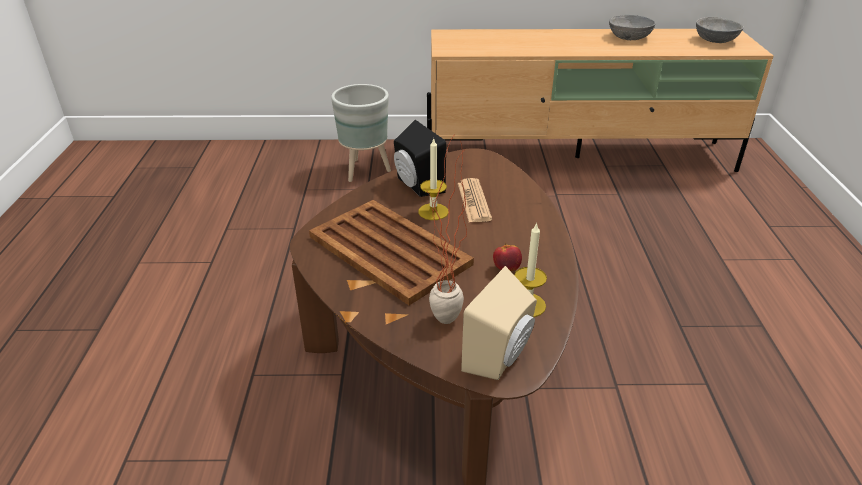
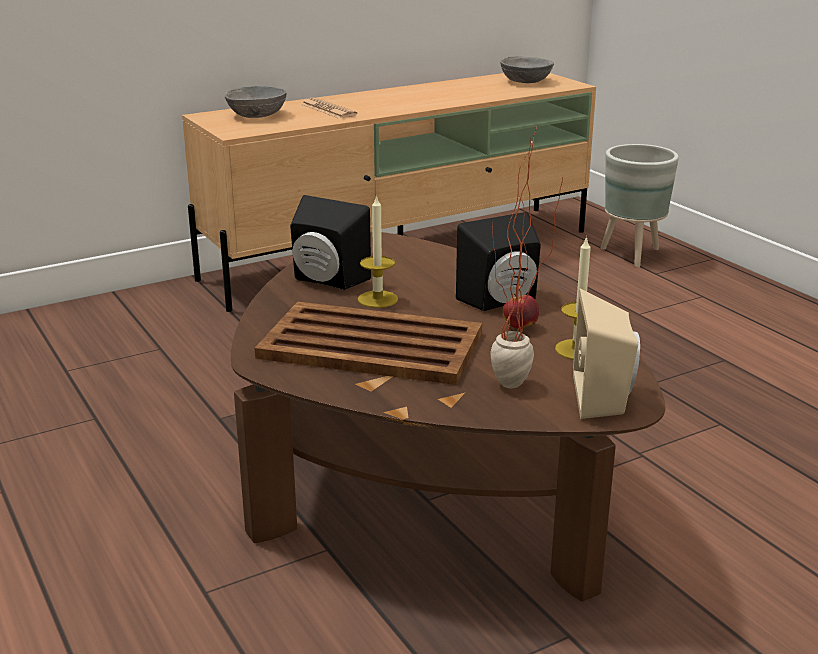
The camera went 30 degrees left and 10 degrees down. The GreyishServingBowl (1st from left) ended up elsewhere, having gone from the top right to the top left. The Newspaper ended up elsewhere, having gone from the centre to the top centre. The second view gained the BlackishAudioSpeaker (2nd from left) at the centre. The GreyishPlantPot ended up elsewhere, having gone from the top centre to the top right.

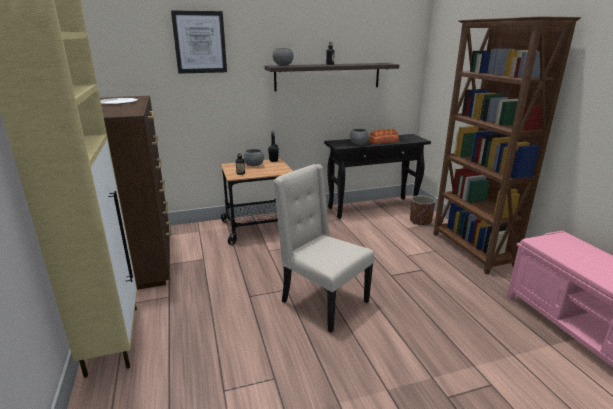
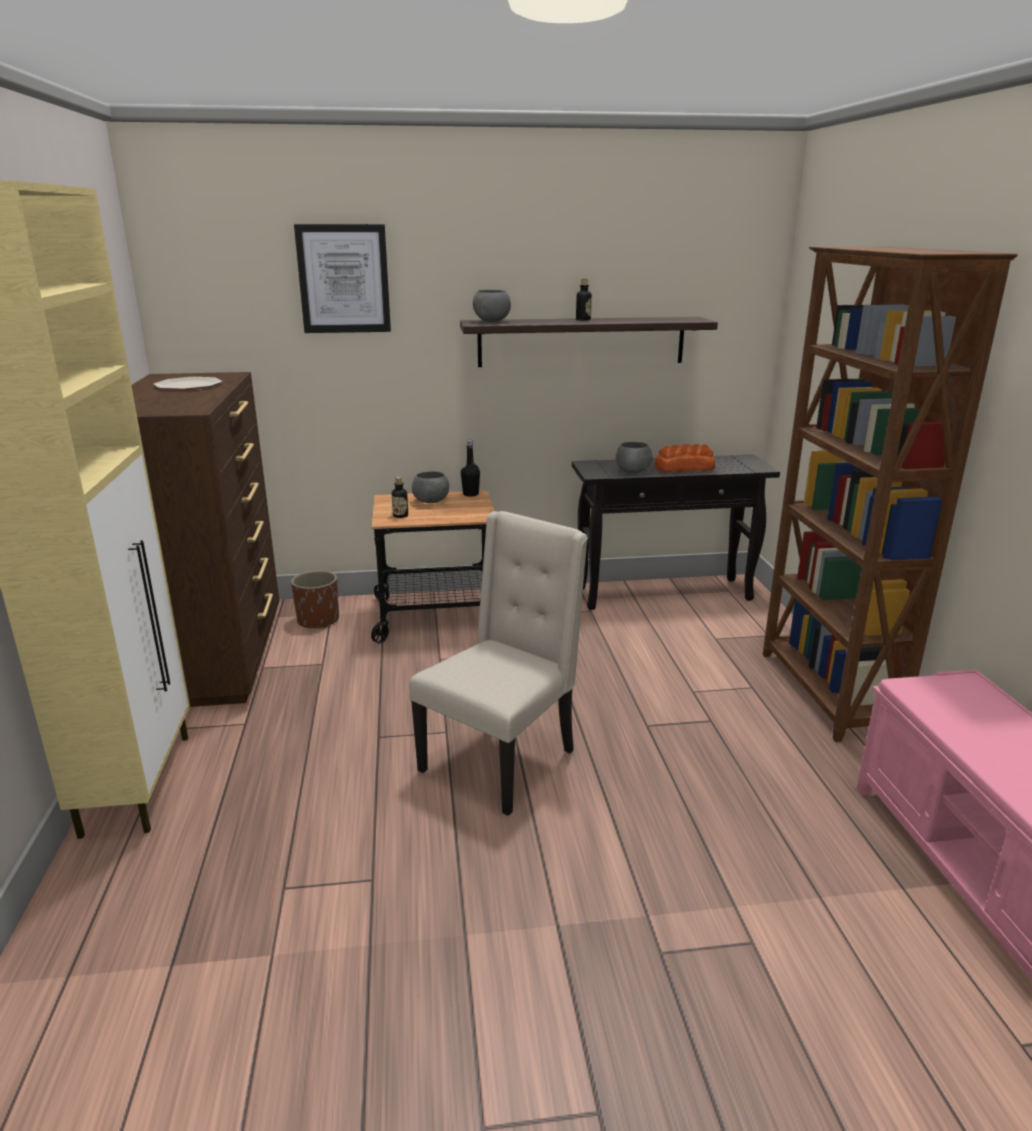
The camera went 10 degrees right and 0 degrees up. The BrownishPlantPot ended up elsewhere, having gone from the middle right to the middle left. The BeigeUprightChair at the centre ended up facing another way, 75 degrees clockwise from before.

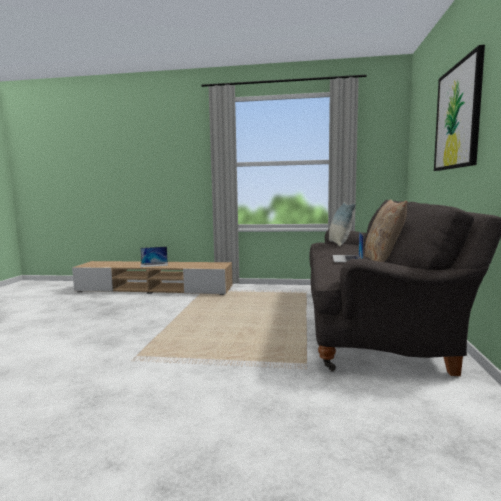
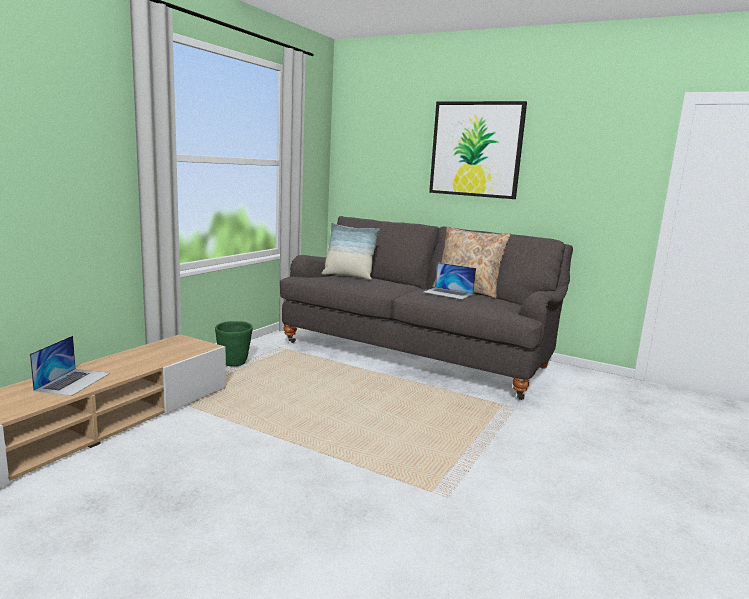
The camera went 70 degrees left and 5 degrees up. The second view gained the GreenColouredPlantPot at the middle left.

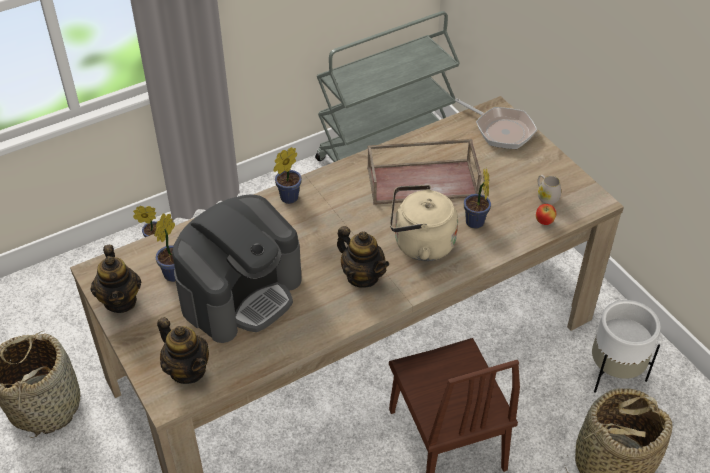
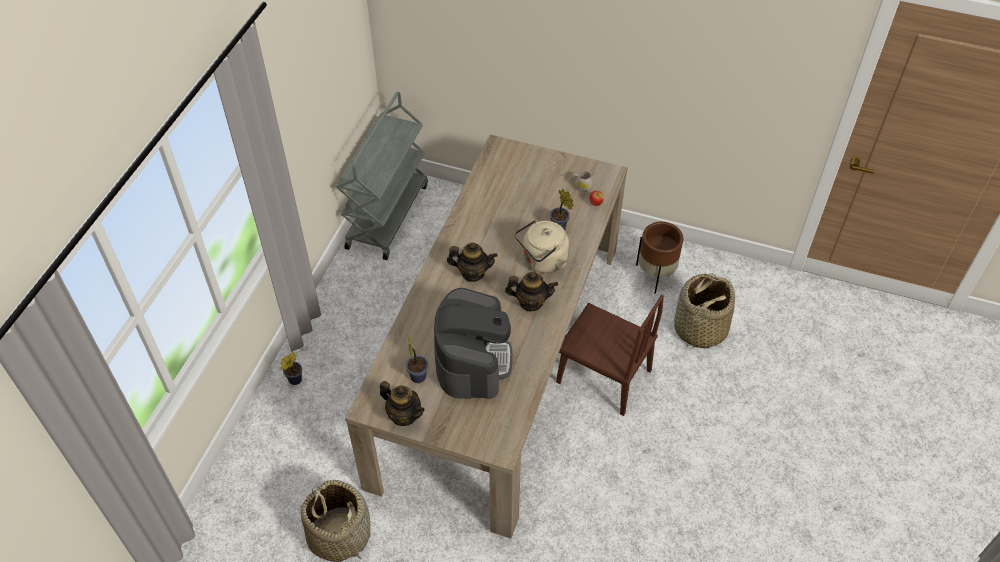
The camera went 40 degrees left and 5 degrees up. The TeaPot (2nd from left) ended up elsewhere, having gone from the bottom left to the centre. What was the WhitePlantPot at the bottom right turned into the BrownishPlantPot at the centre. The second view lost the PlantInAPot (3rd from left) at the centre. The second view lost the BrownishCarryingTray at the centre. The second view lost the Skillet at the top right.

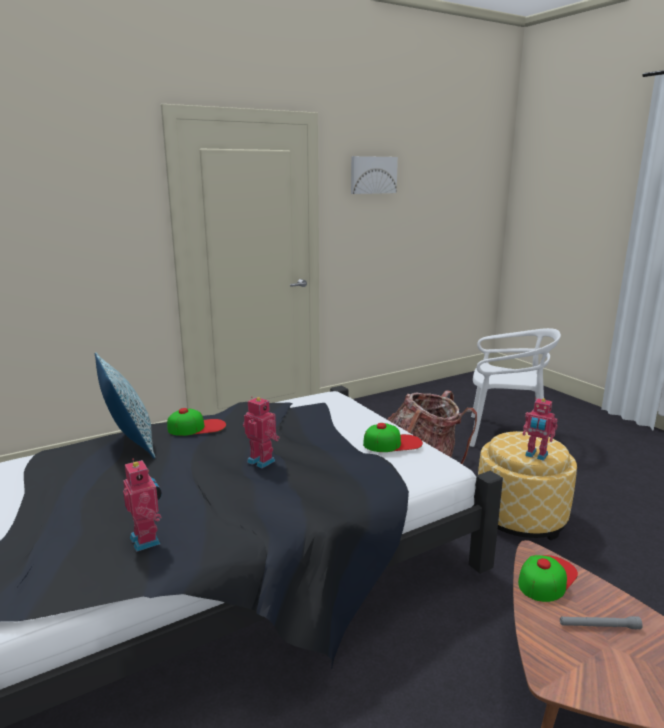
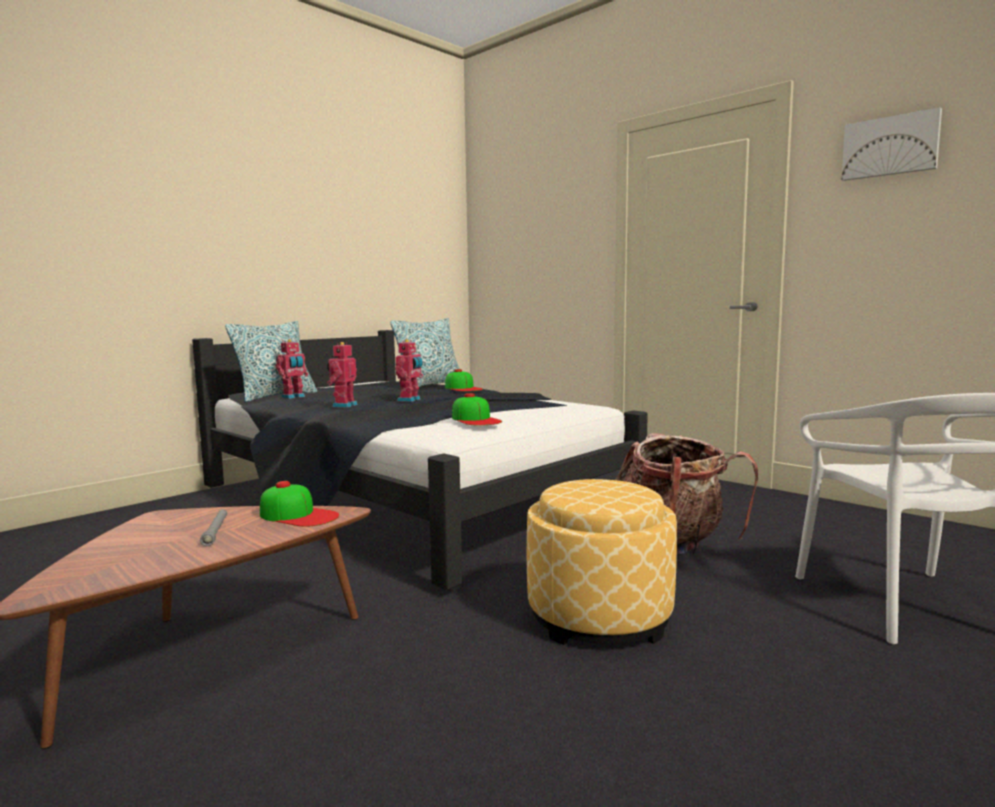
The camera went 75 degrees right and 10 degrees down. The second view gained the Pillow (1st from left) at the middle left. The RobotFigure (3rd from left in the first image) ended up elsewhere, having gone from the middle right to the centre.

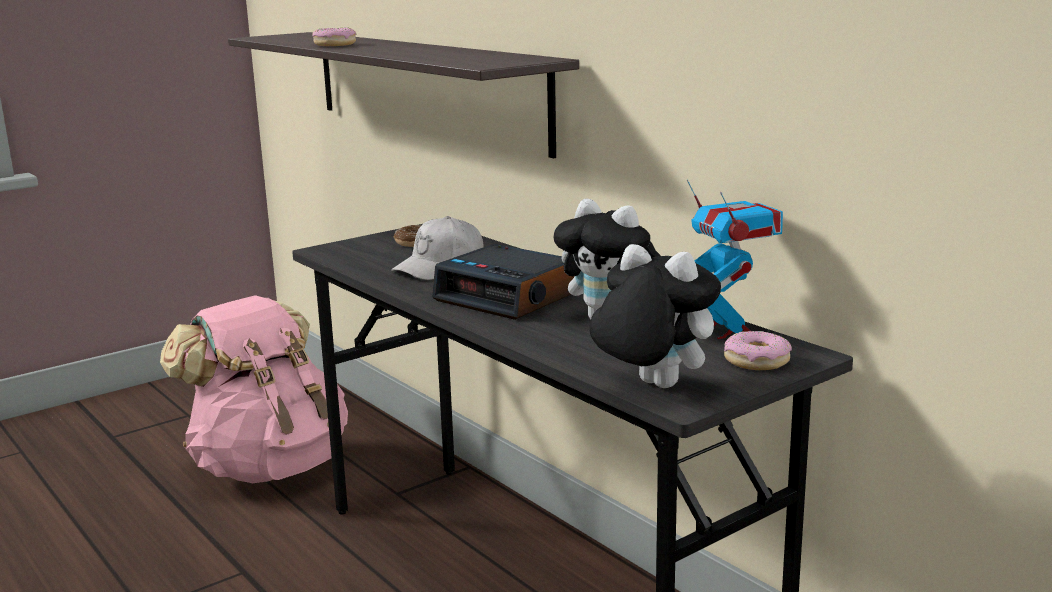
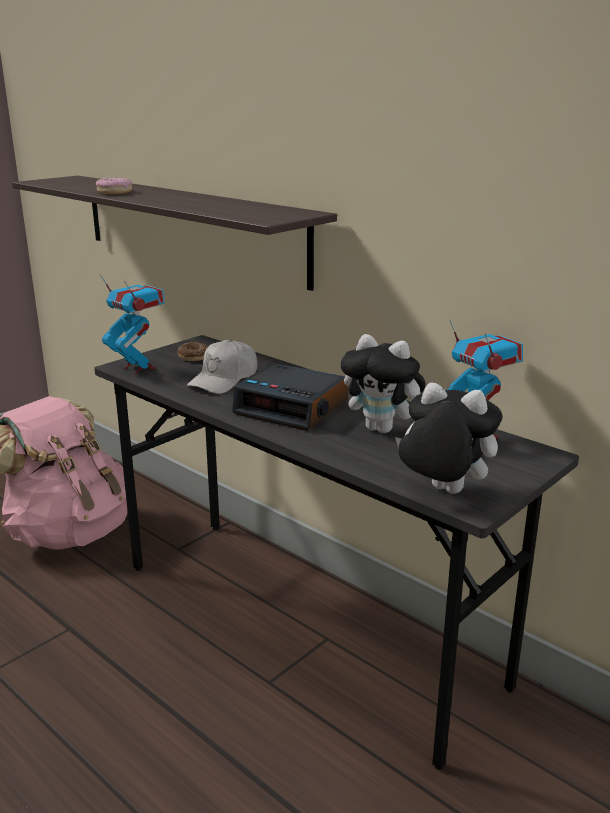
The camera went 10 degrees left and 5 degrees up. The second view gained the RobotFigure (1st from left) at the middle left. The second view lost the RingDoughnut (3rd from left) at the middle right.

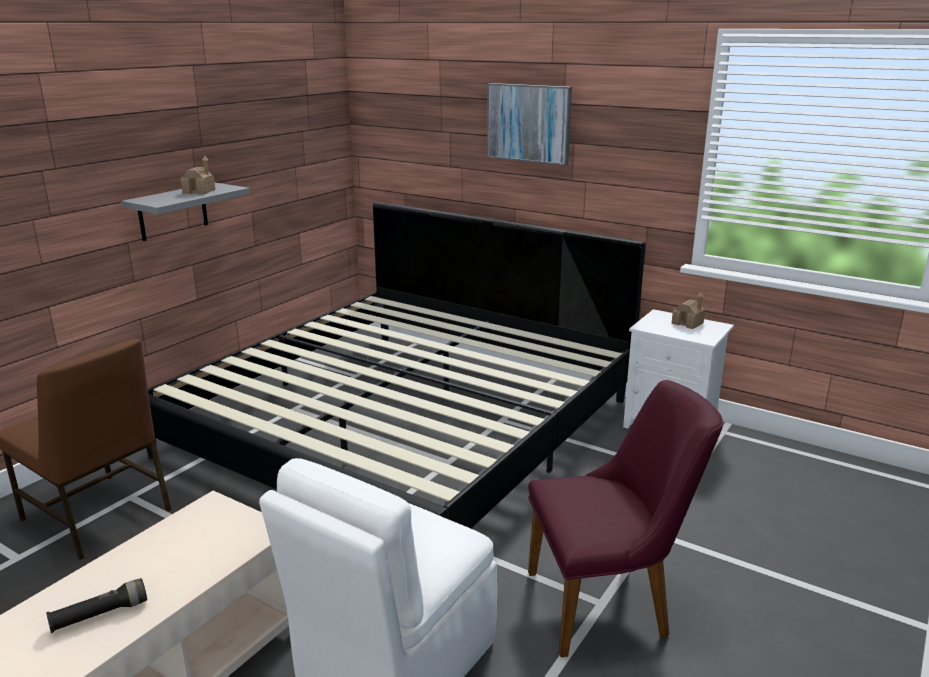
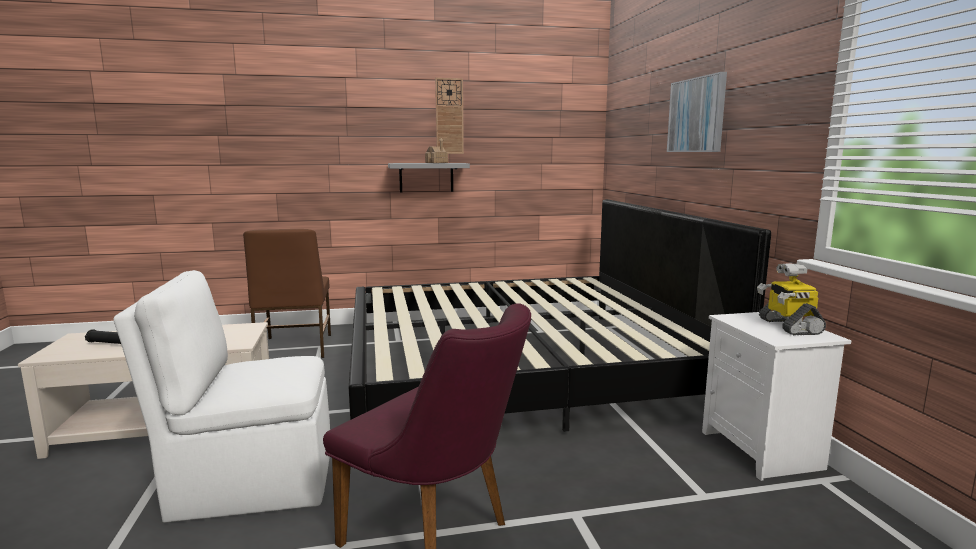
The camera went 45 degrees right and 10 degrees down. The second view gained the HangingClock at the top centre. Where the ModelHouse (2nd from left) stood at the middle right, the RobotFigure came to stand at the middle right.

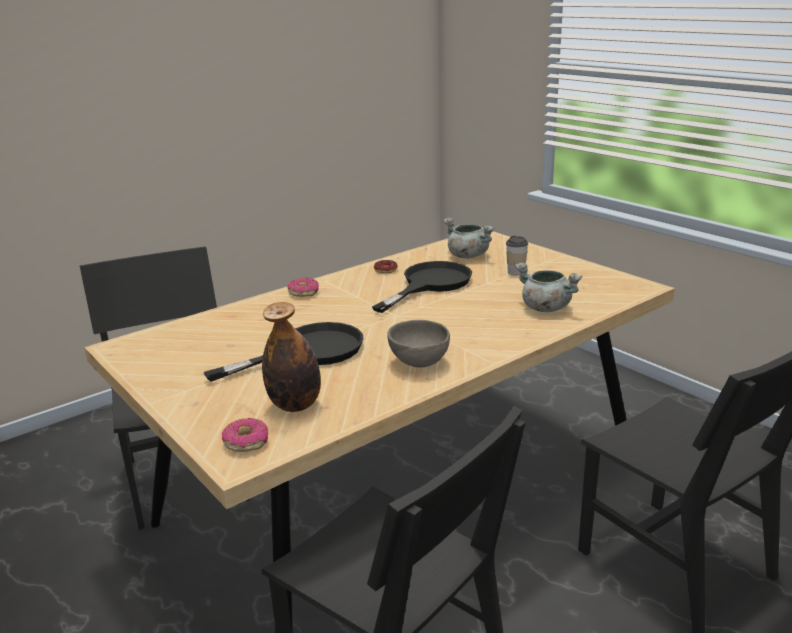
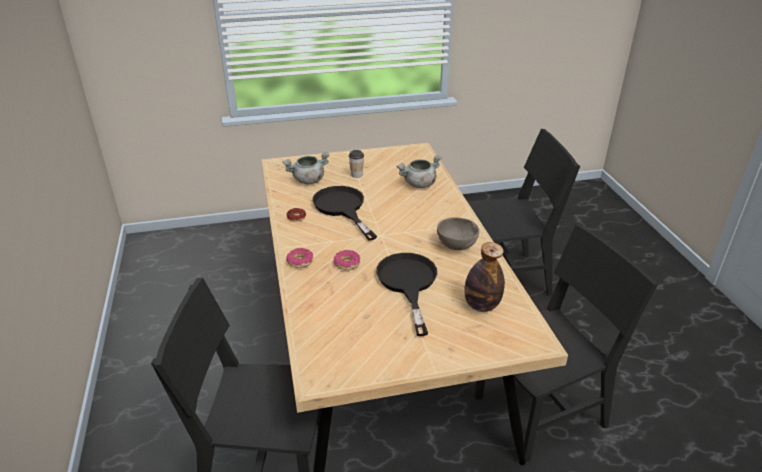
The camera went 65 degrees left and 10 degrees up. The RingDoughnut (1st from left in the first image) ended up elsewhere, having gone from the bottom left to the centre.

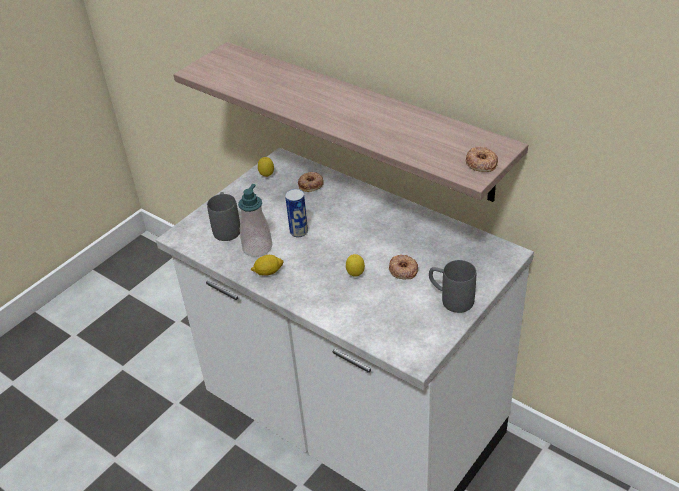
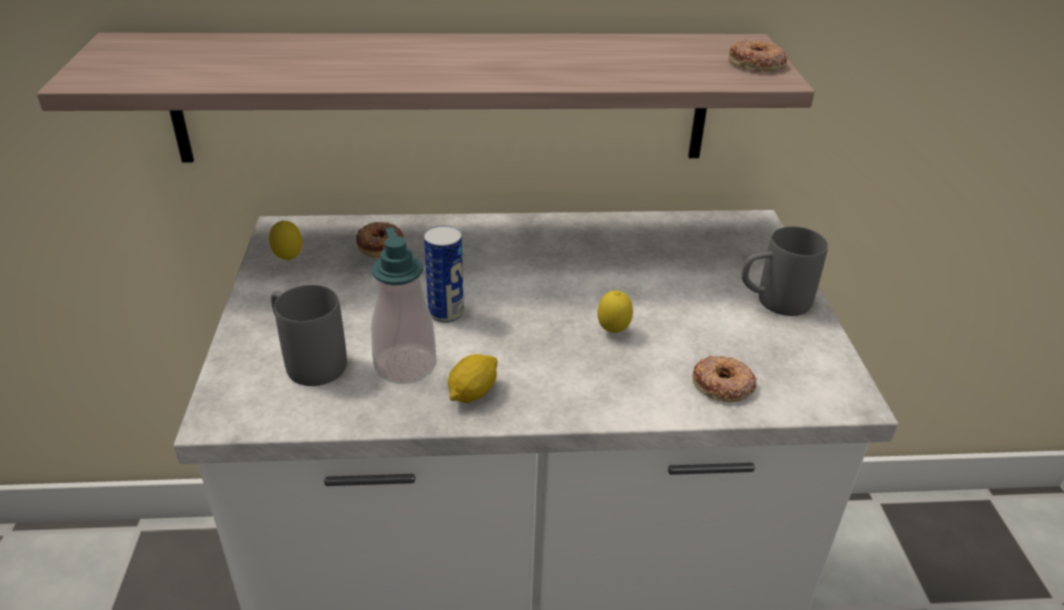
The camera went 45 degrees left and 5 degrees down. The RingDoughnut (2nd from left) ended up elsewhere, having gone from the centre to the middle right.

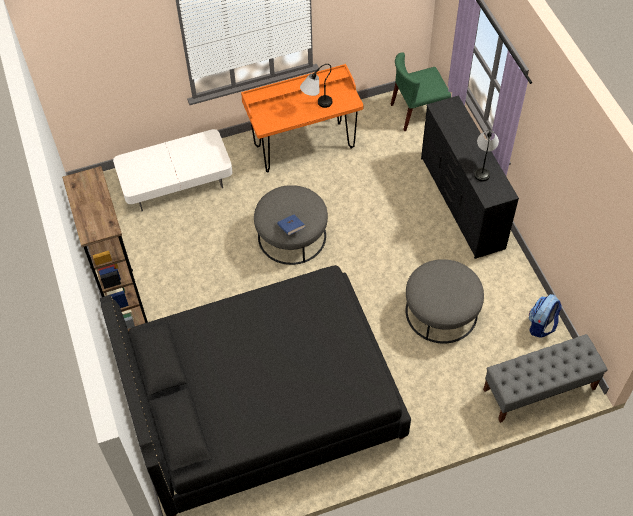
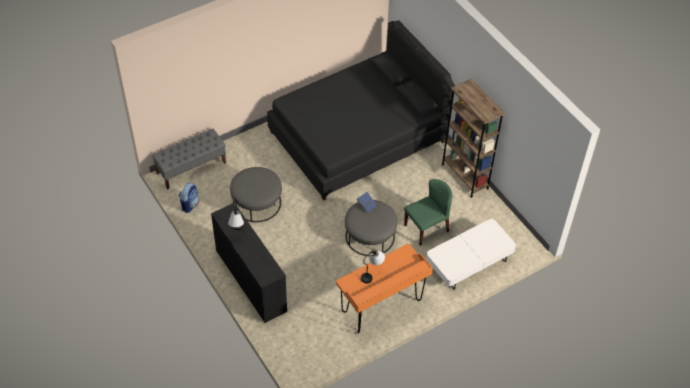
The camera went 165 degrees right and 5 degrees down. The GreenColouredUprightChair ended up elsewhere, having gone from the top centre to the centre.

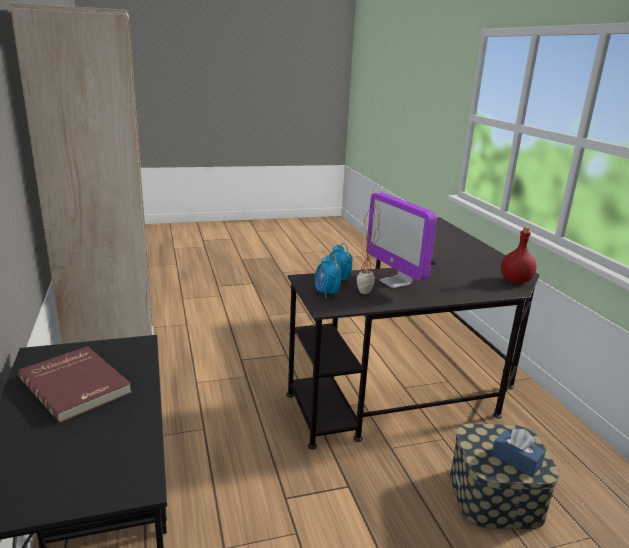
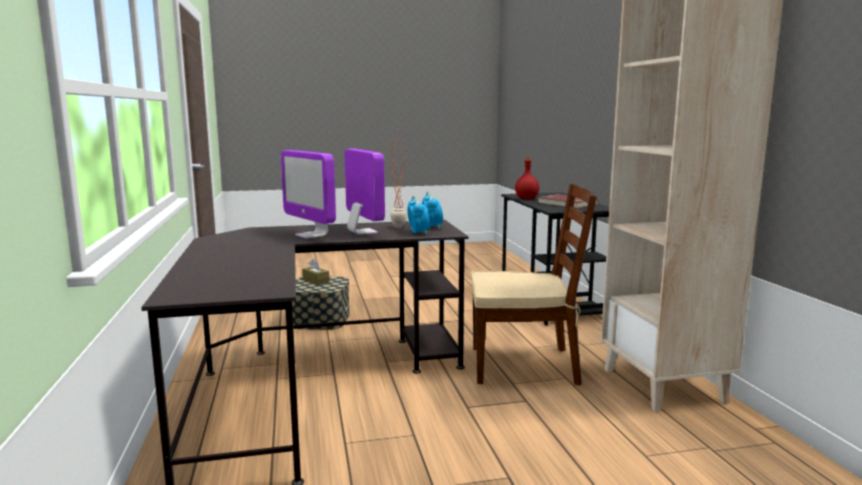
The camera went 175 degrees left and 10 degrees down. The second view gained the ComputerDisplay (1st from left) at the centre. What was the BlueColouredBoxOfTissues at the bottom right turned into the BrownishBoxOfTissues at the centre. The second view gained the BrownishUprightChair at the centre. The RedColouredDrinkBottle ended up elsewhere, having gone from the middle right to the centre.

